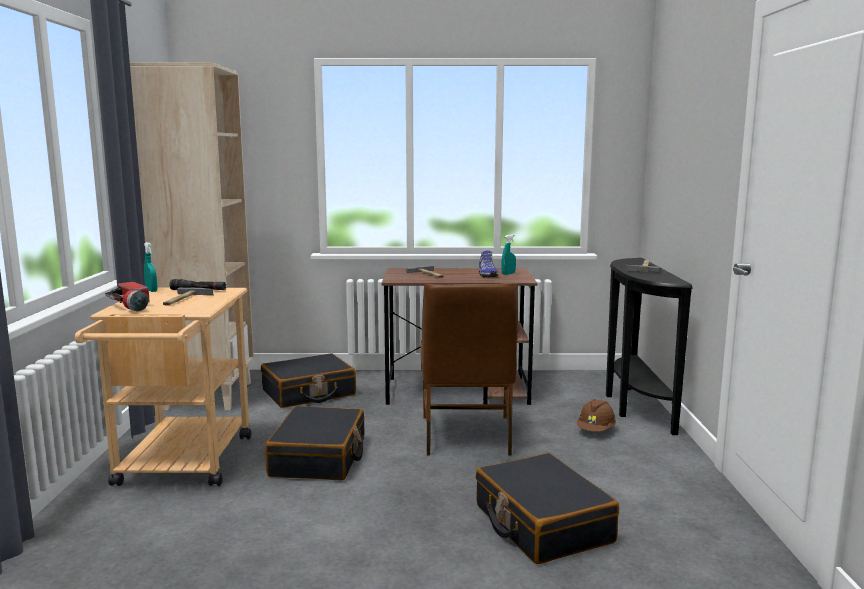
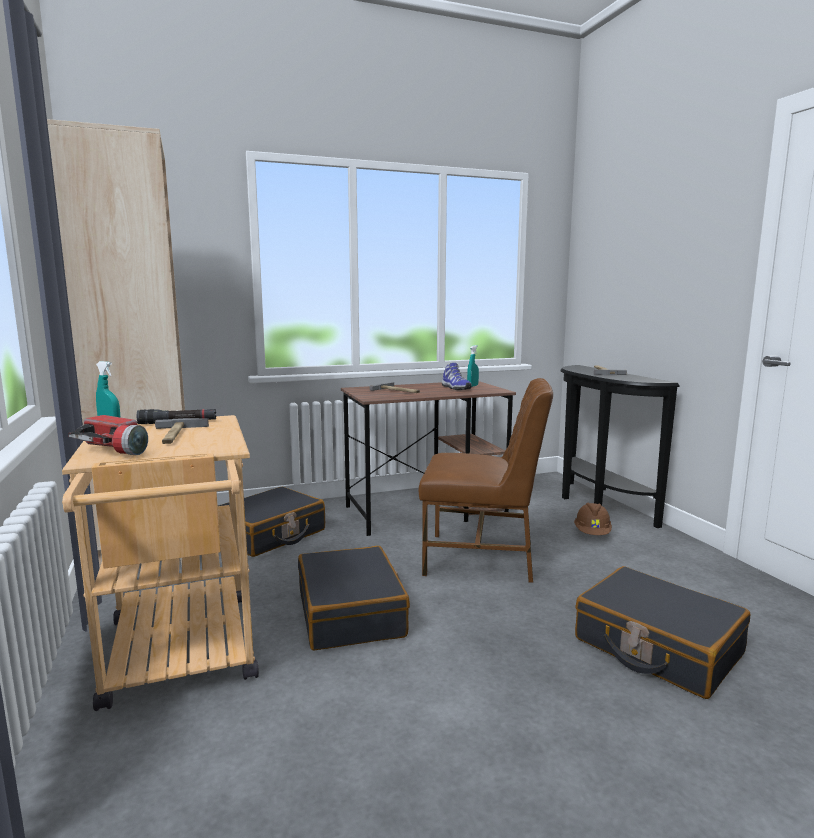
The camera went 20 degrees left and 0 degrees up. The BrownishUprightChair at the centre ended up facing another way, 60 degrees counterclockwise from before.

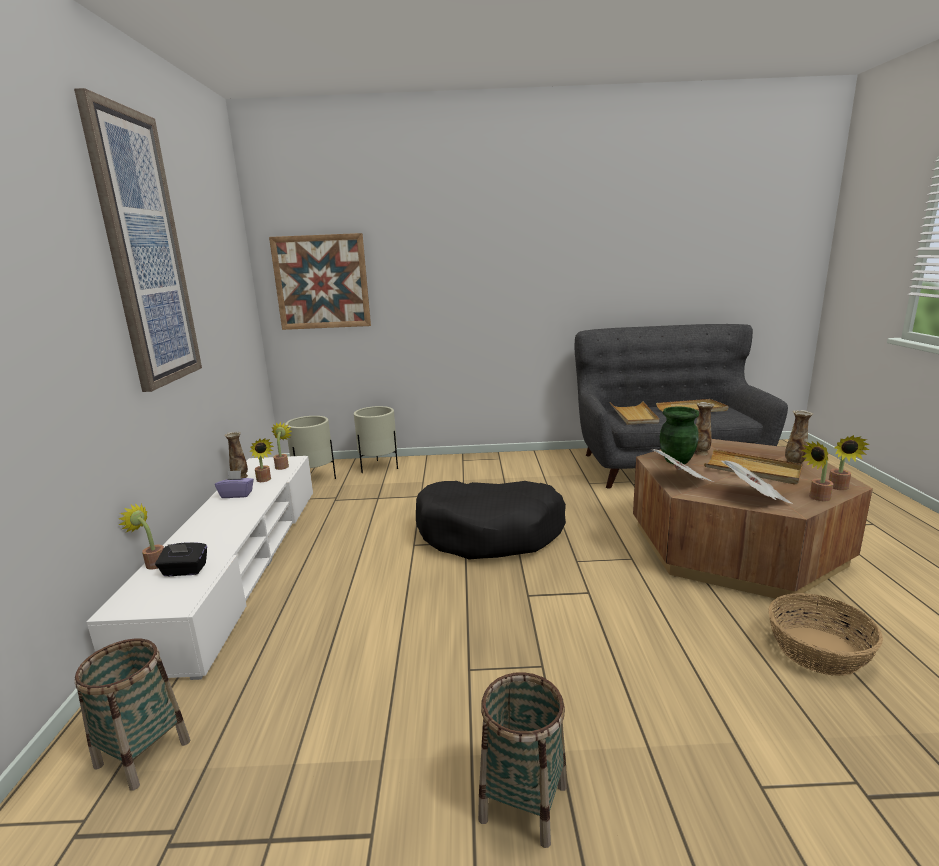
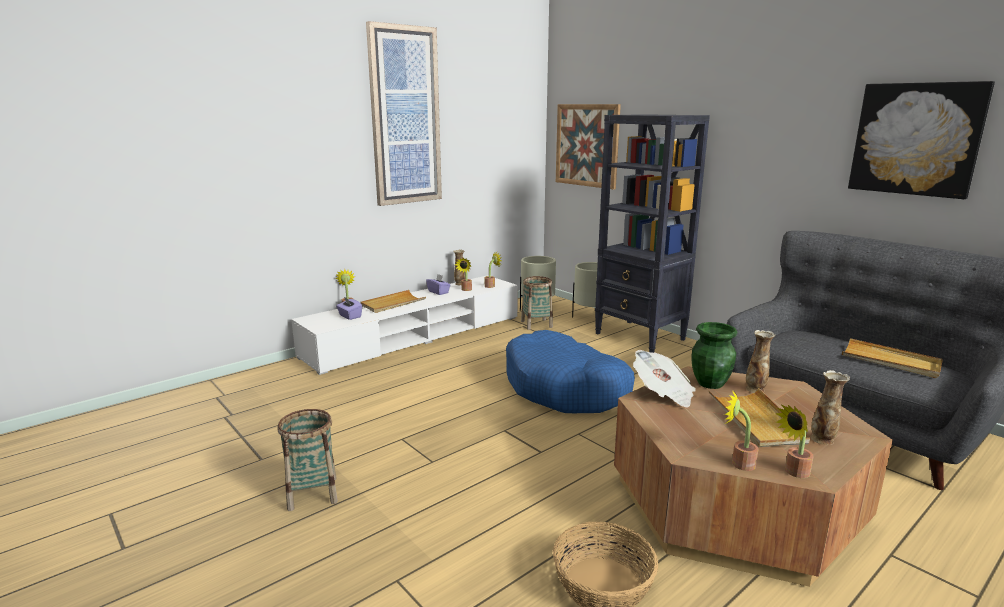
The camera went 50 degrees right and 0 degrees up. What was the BlackishBoxOfTissues at the middle left turned into the PurpleBoxOfTissues (1st from left) at the centre. The BeigeCarryingTray (1st from left) ended up elsewhere, having gone from the middle right to the centre. What was the BlackishPetBed at the centre turned into the BlueColouredPetBed at the centre. The StorageBasket (1st from left in the first image) ended up elsewhere, having gone from the bottom left to the centre. The second view gained the BlackishBookshelf at the centre. The second view gained the WallArt (3rd from left) at the top right. The second view lost the Newspaper (2nd from left) at the middle right.

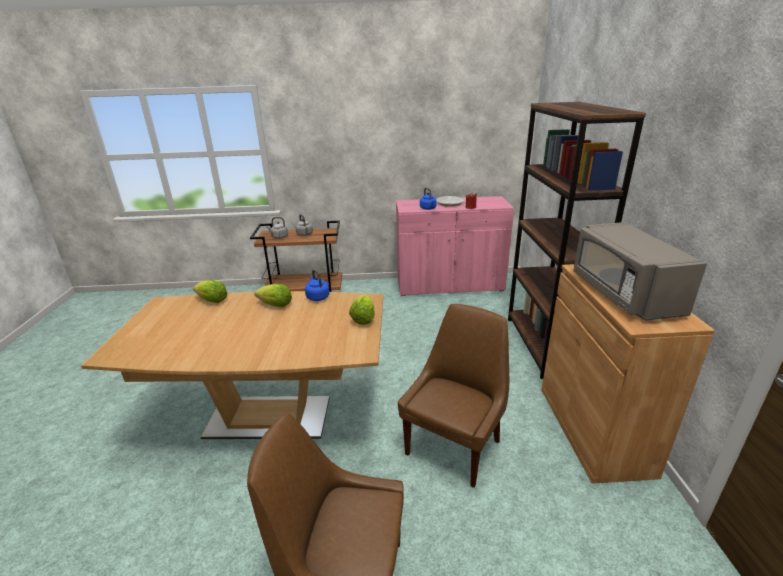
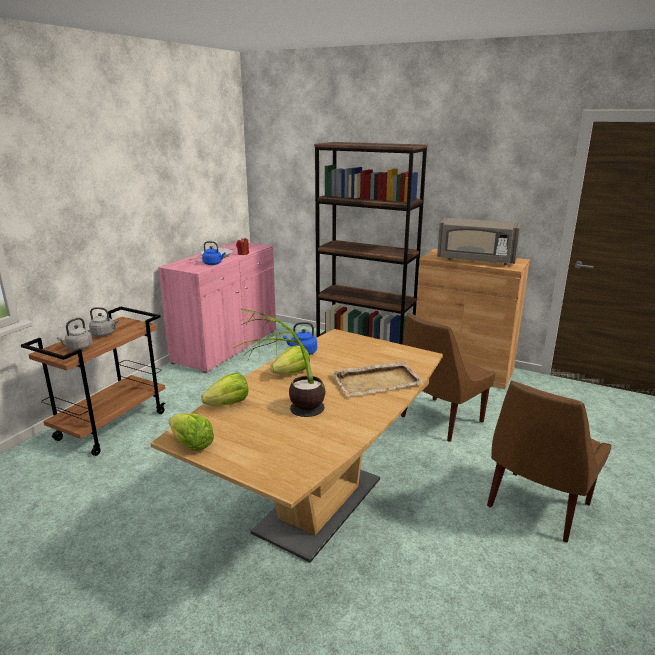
The camera went 60 degrees left and 5 degrees down. The LettuceHead (3rd from left in the first image) ended up elsewhere, having gone from the centre to the middle left. The second view gained the PlantInAPot at the centre. The second view gained the BeigeCarryingTray at the centre. The BrownishUprightChair (2nd from left in the first image) at the bottom centre ended up facing another way, 105 degrees counterclockwise from before.

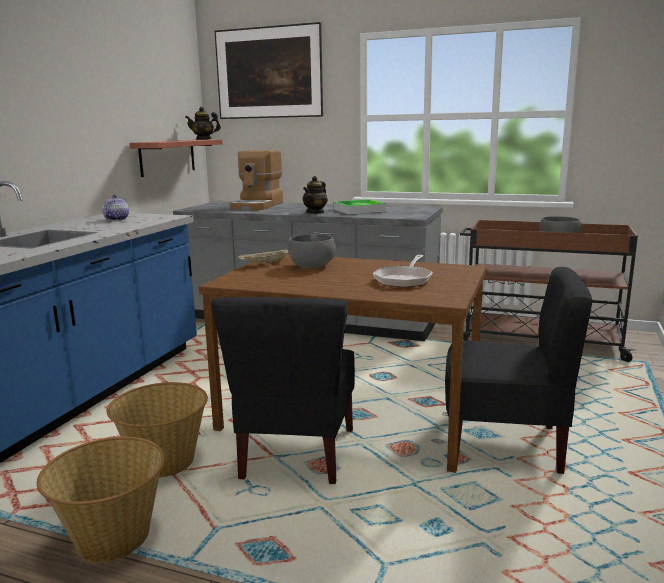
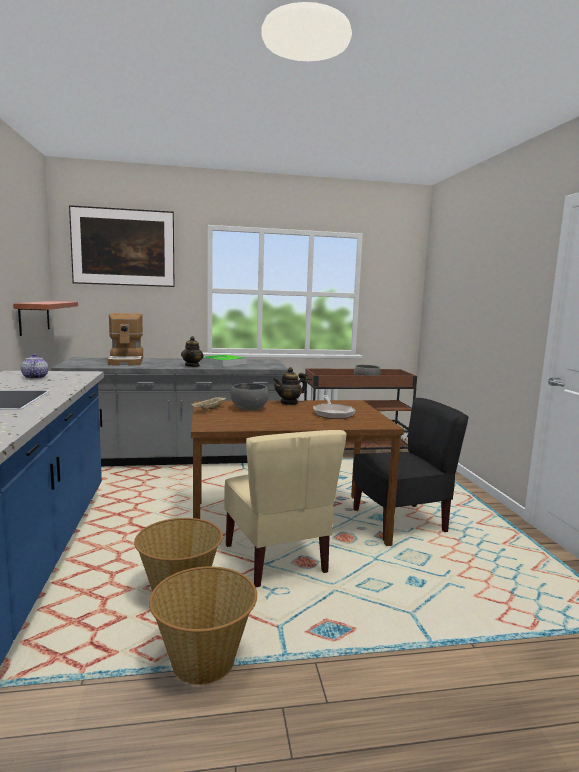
The camera went 30 degrees left and 5 degrees down. What was the BlackishUprightChair (1st from left) at the bottom centre turned into the BeigeUprightChair at the centre. The TeaPot (2nd from left in the first image) ended up elsewhere, having gone from the top left to the centre.

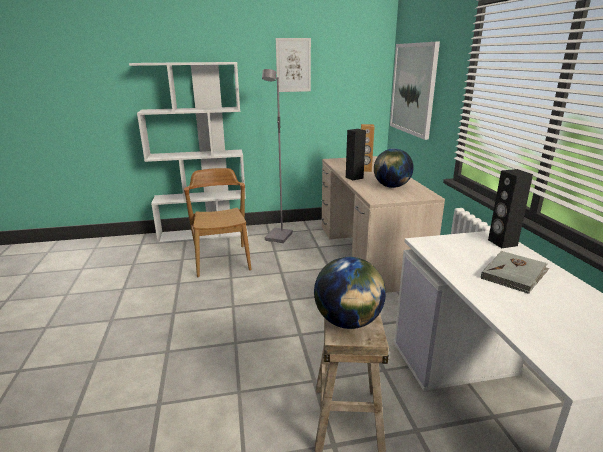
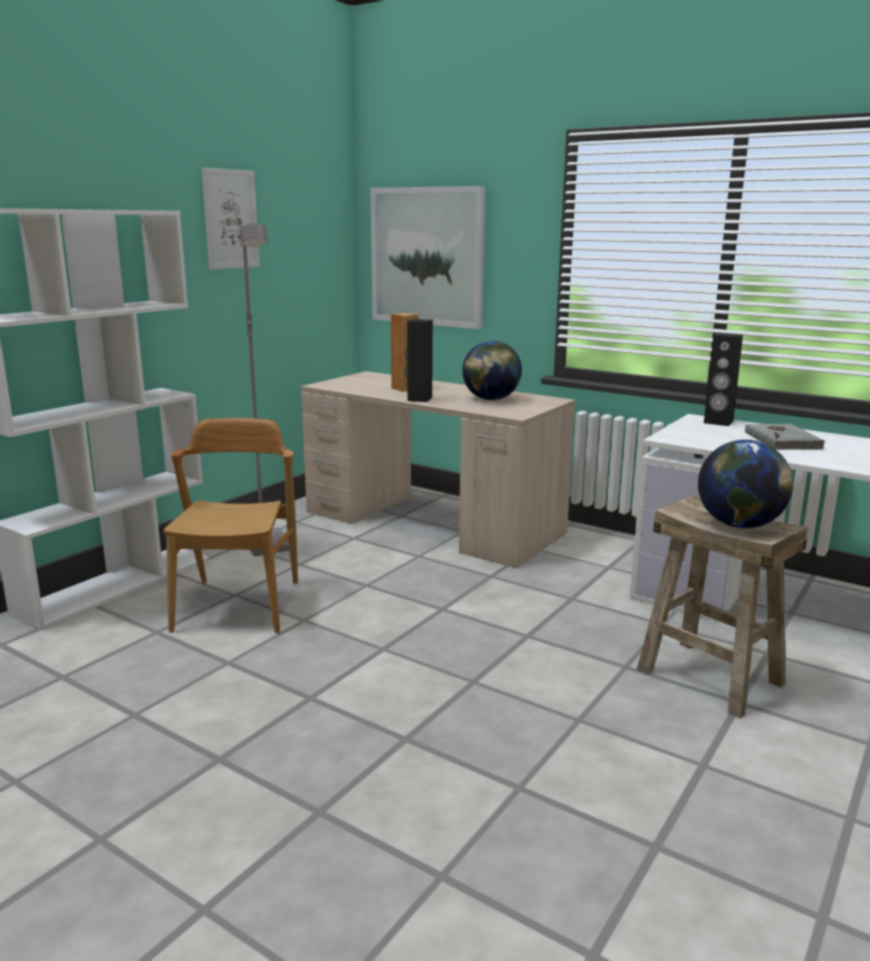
The camera went 45 degrees left and 5 degrees down. The BrownishUprightChair at the centre ended up facing another way, 60 degrees clockwise from before.

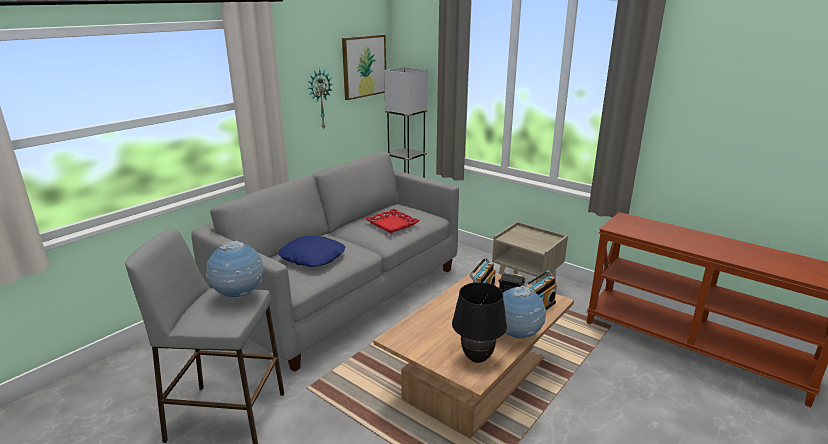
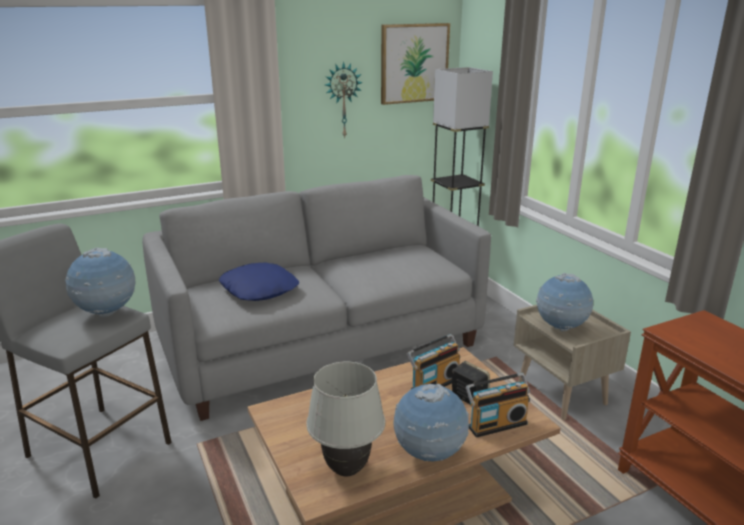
The camera went 25 degrees right and 0 degrees up. What was the BlackishLampForATable at the bottom centre turned into the WhiteLampForATable at the bottom centre. The second view gained the WorldGlobe (3rd from left) at the middle right. The second view lost the RedColouredCarryingTray at the centre.

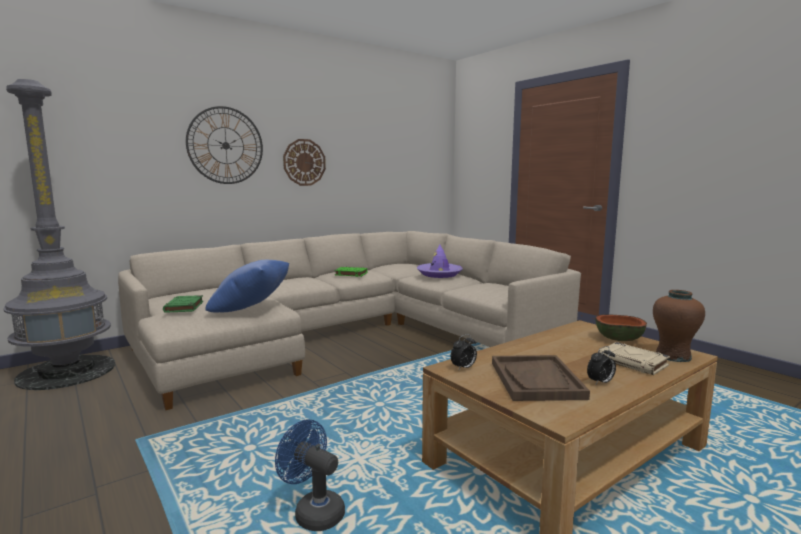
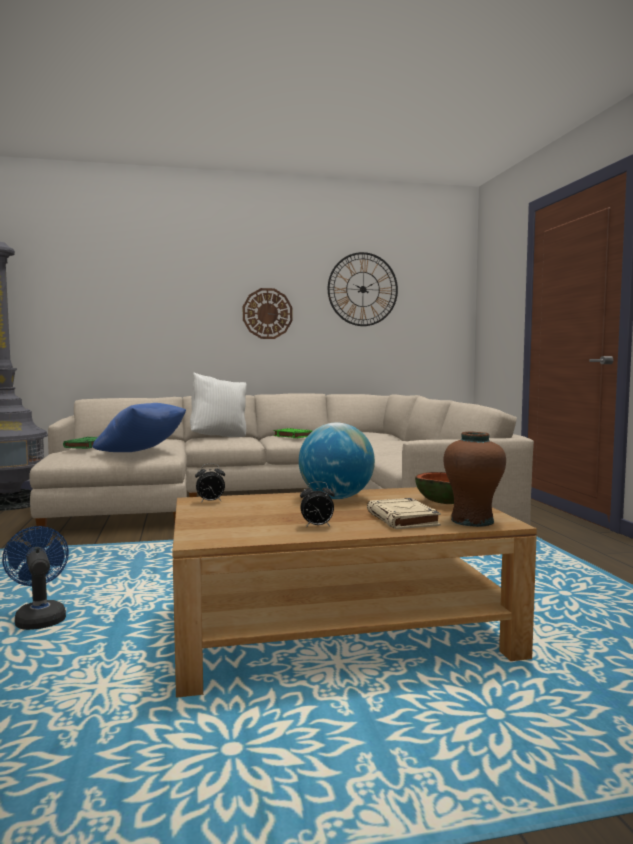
The camera went 25 degrees right and 5 degrees down. The second view gained the WhitePillow at the centre. The second view gained the WorldGlobe at the centre. The HangingClock (1st from left in the first image) ended up elsewhere, having gone from the top left to the centre. The second view lost the PurpleWearableHat at the centre. The second view lost the BrownishCarryingTray at the bottom right.

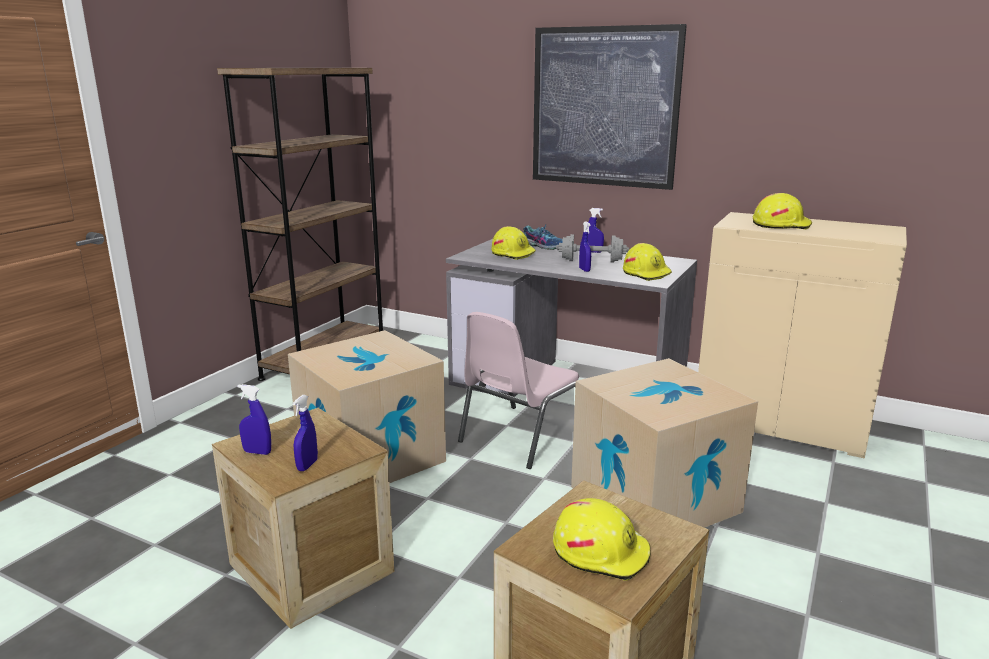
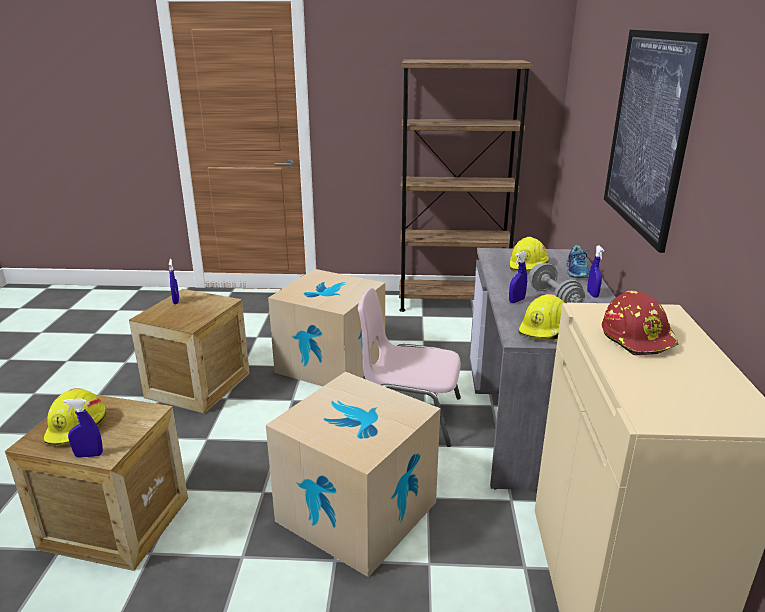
The camera went 65 degrees right and 5 degrees up. The BlueColouredSprayBottle (2nd from left in the first image) ended up elsewhere, having gone from the middle left to the bottom left. What was the YellowColouredHardHat (4th from left) at the top right turned into the RedColouredHardHat at the middle right.

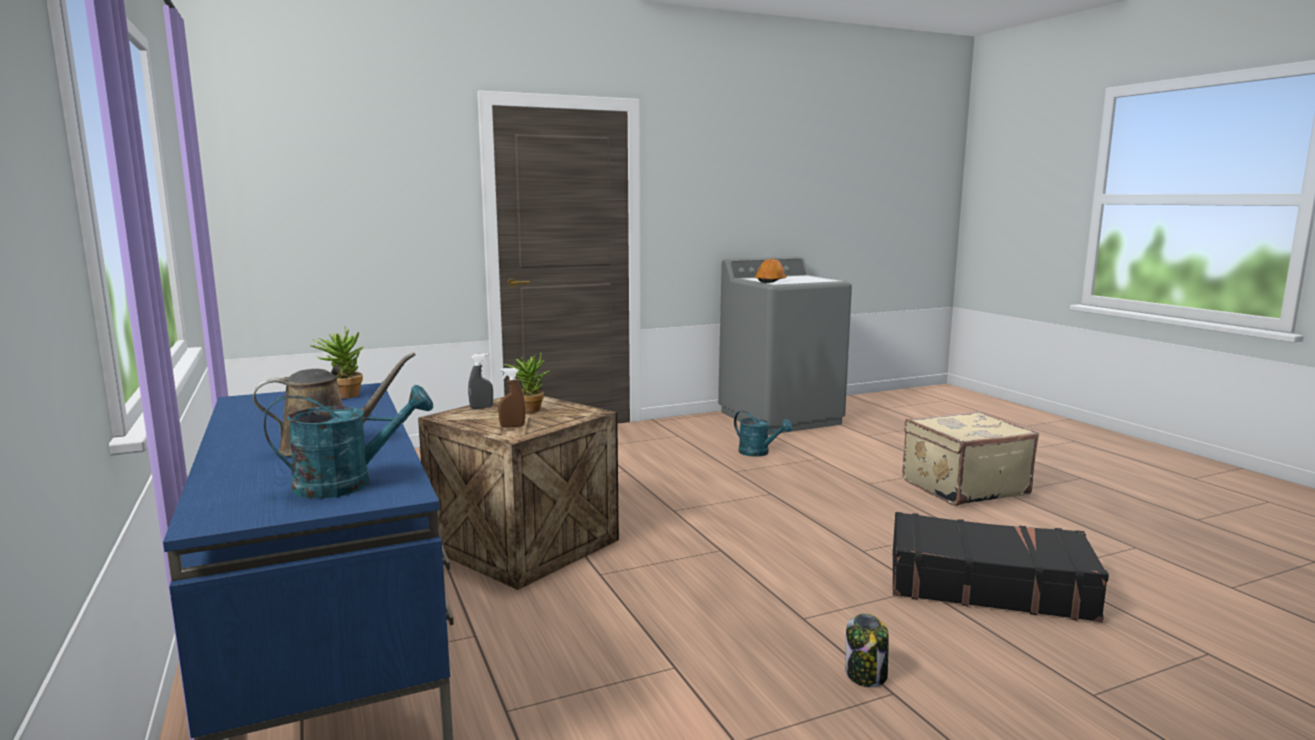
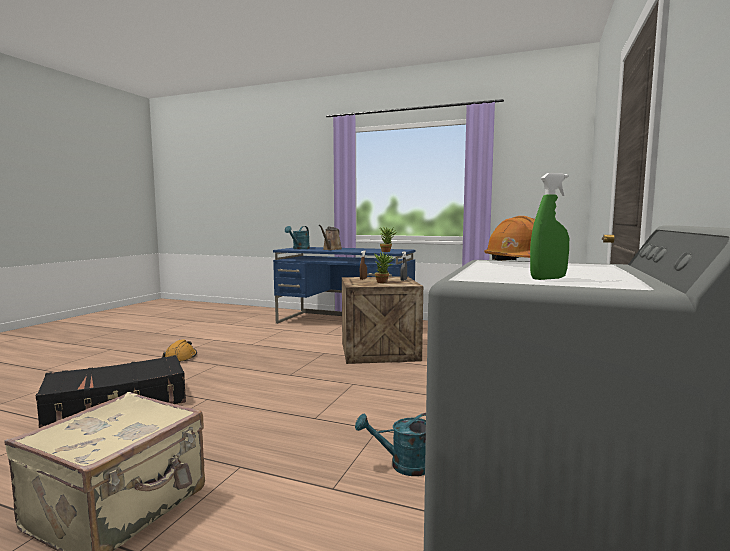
The camera went 135 degrees right and 5 degrees down. Where the StorageJar stood at the bottom centre, the OrangeHardHat (1st from left) came to stand at the middle left. The second view gained the GreenColouredSprayBottle at the middle right.

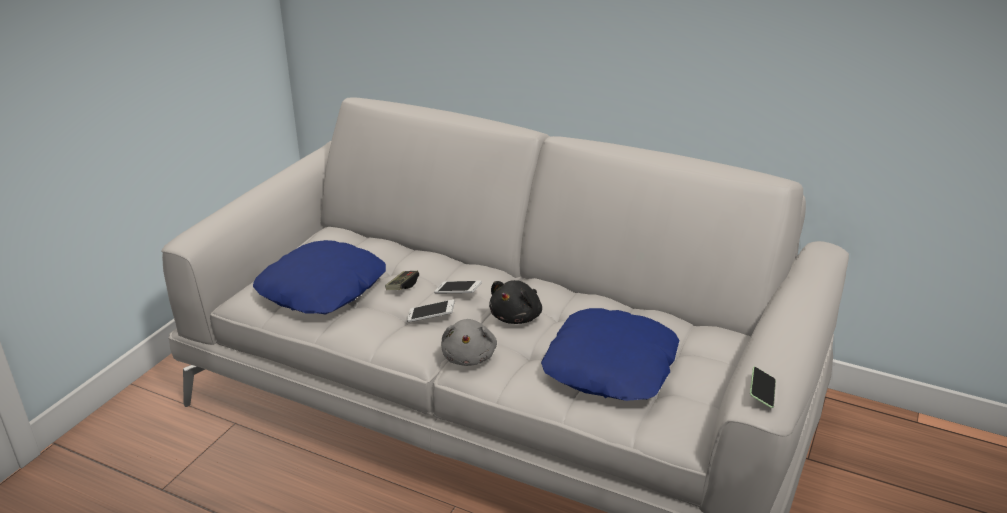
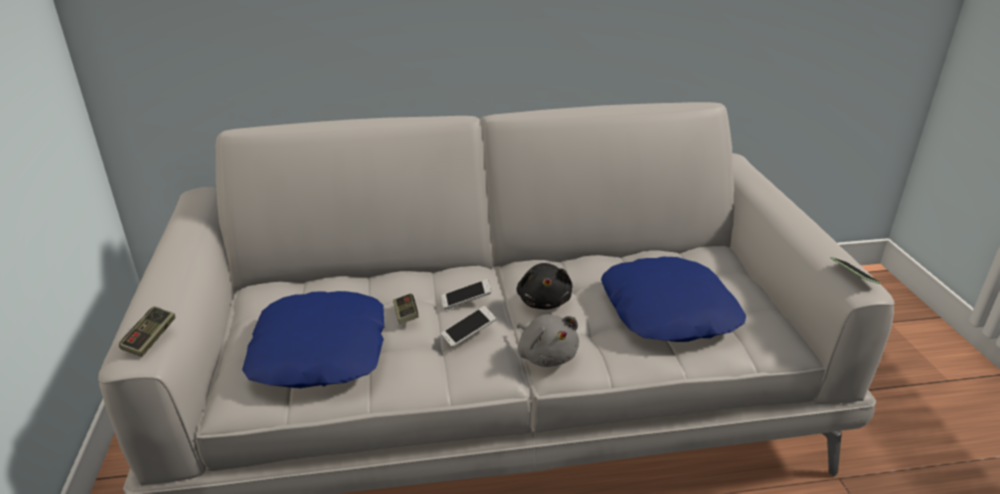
The camera went 35 degrees left and 0 degrees up. The second view gained the GameController (1st from left) at the bottom left.

